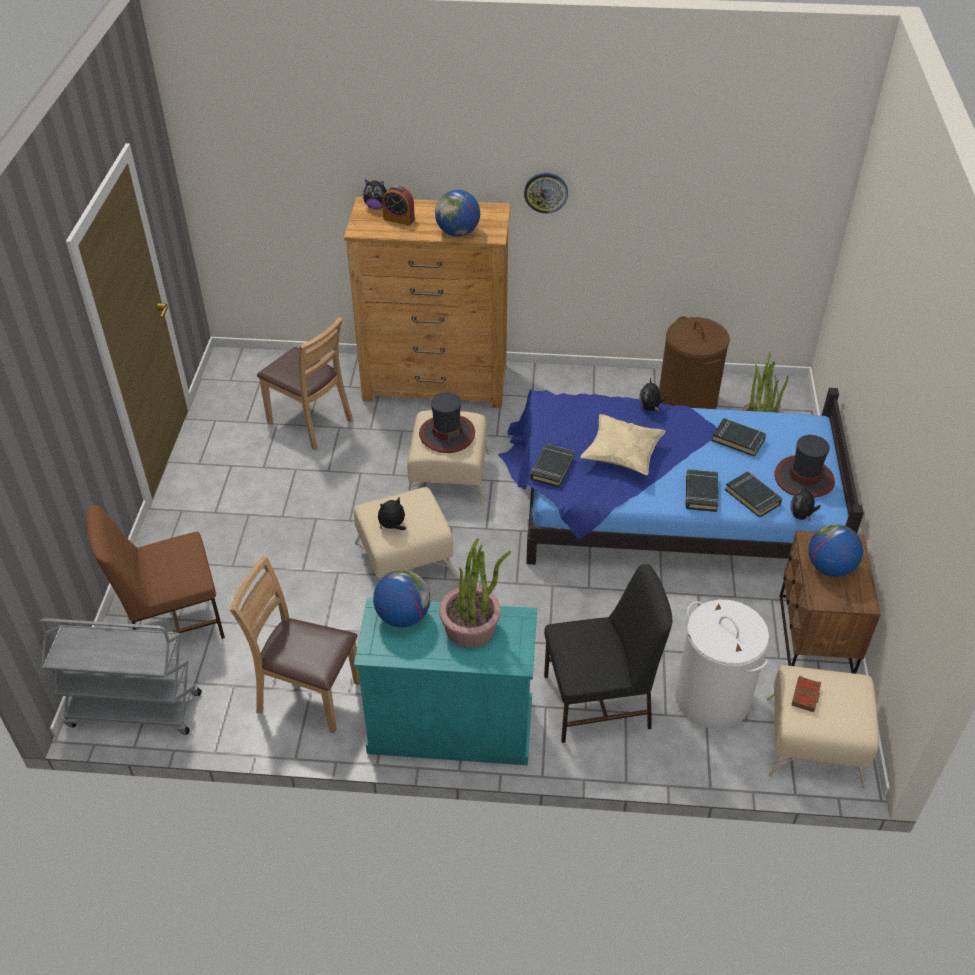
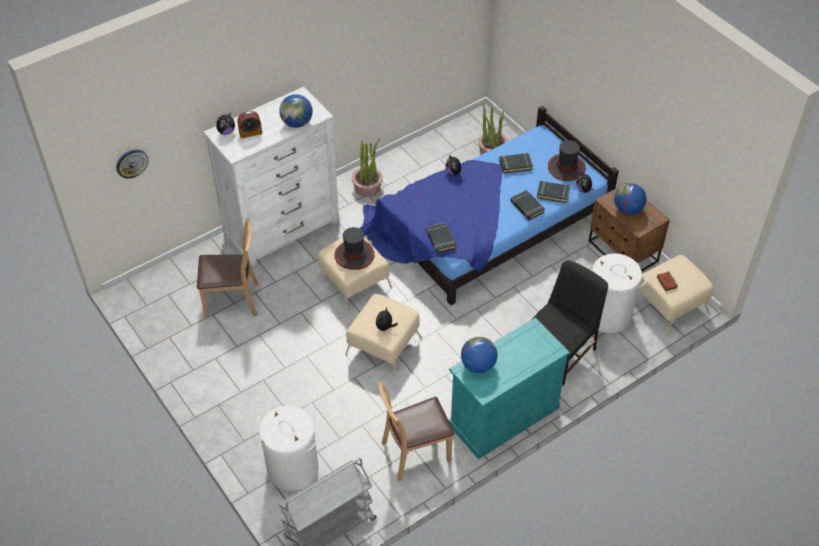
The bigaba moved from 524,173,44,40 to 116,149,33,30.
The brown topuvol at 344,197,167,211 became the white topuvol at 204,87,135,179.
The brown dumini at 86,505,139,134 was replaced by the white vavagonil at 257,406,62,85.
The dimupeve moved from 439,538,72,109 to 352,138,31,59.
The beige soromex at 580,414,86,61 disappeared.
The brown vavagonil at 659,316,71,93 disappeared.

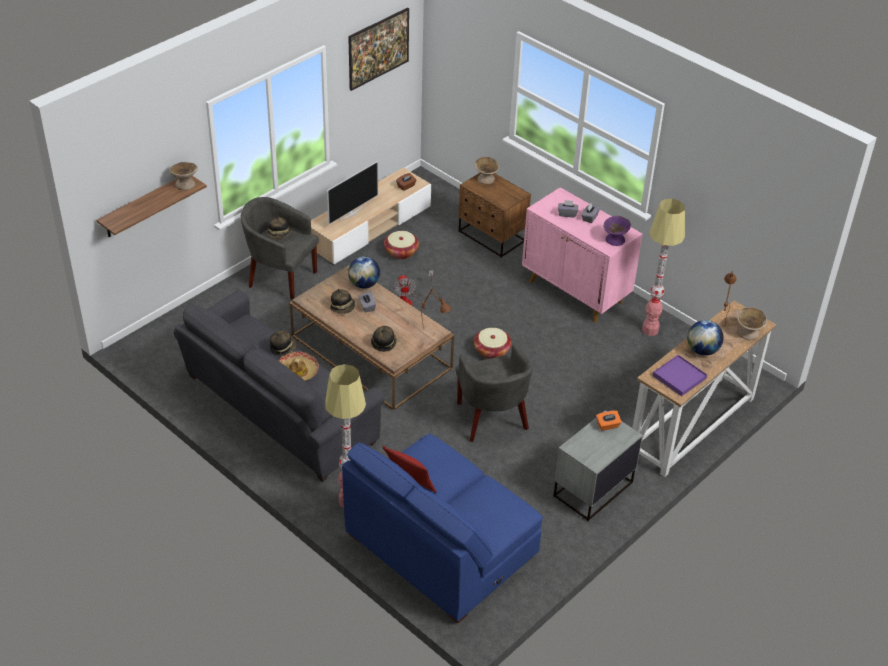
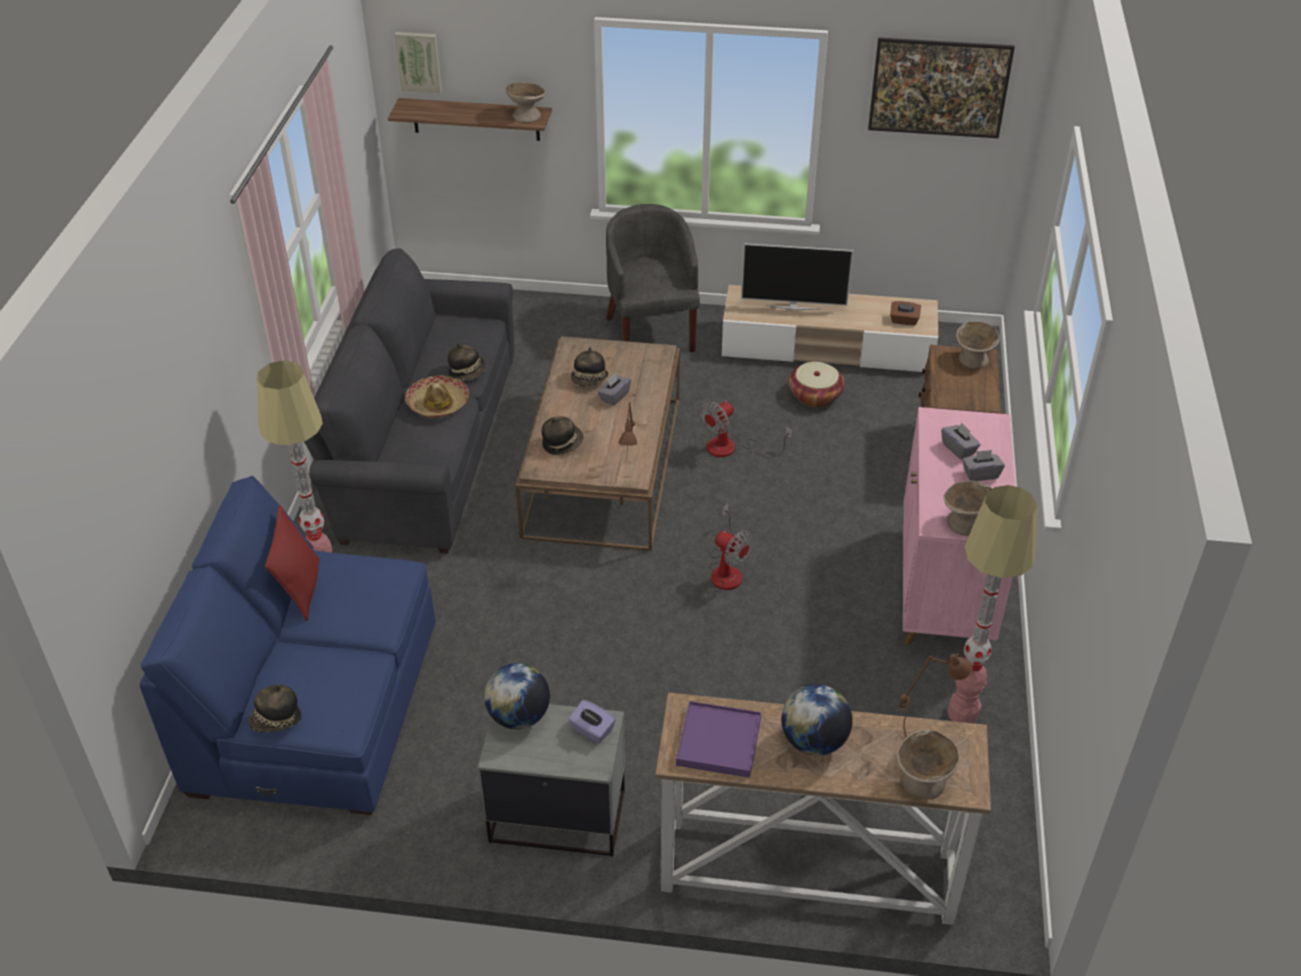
The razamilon moved from 267,215,24,25 to 249,685,52,48.
The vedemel at 394,32,48,61 appeared.
The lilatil moved from 348,256,32,33 to 484,663,66,66.
The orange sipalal at 596,410,26,21 became the purple sipalal at 568,700,48,44.
The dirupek at 474,328,38,31 was replaced by the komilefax at 708,504,45,86.
The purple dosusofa at 603,216,28,30 became the beige dosusofa at 944,481,48,55.
The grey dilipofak at 456,344,77,98 disappeared.

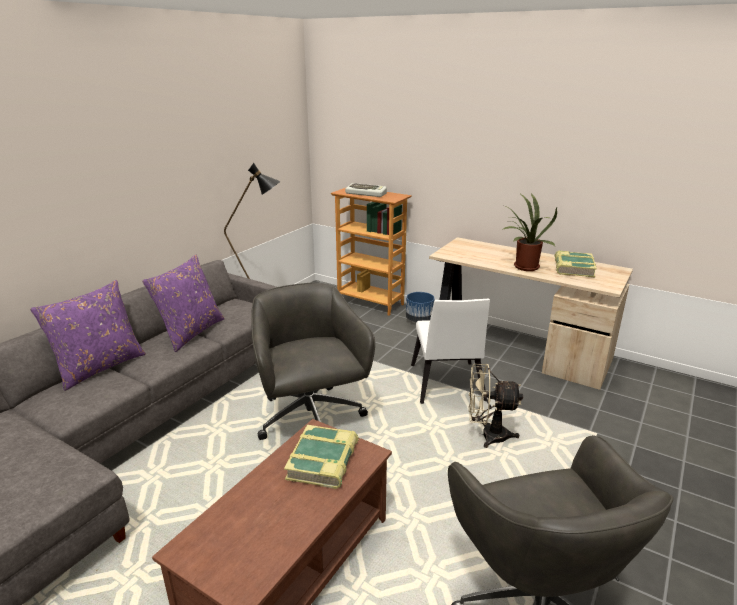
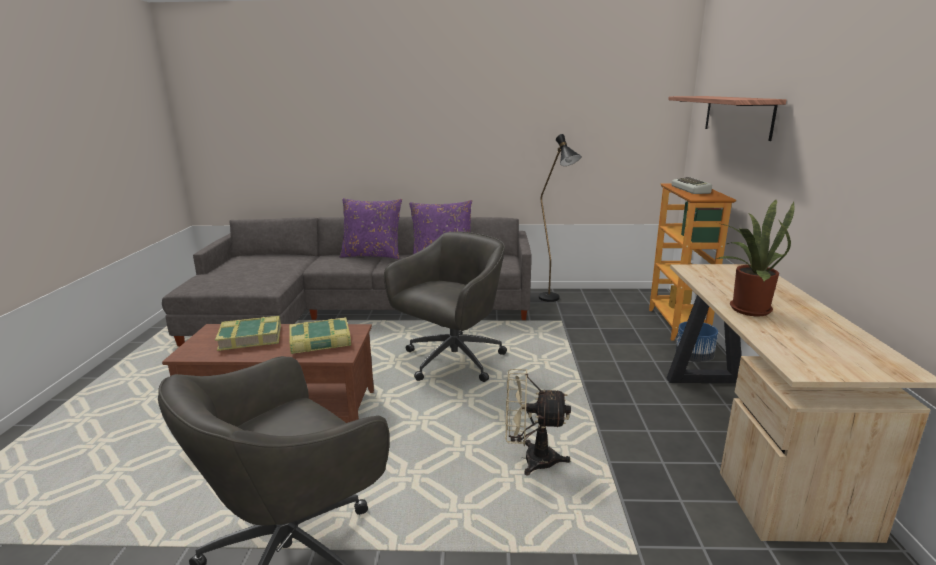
The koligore moved from 555,250,42,27 to 215,316,66,35.
The beige komilefax at 469,364,54,84 turned 60 degrees counterclockwise.
The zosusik at 668,96,119,45 appeared.
The white dumini at 411,299,79,105 disappeared.

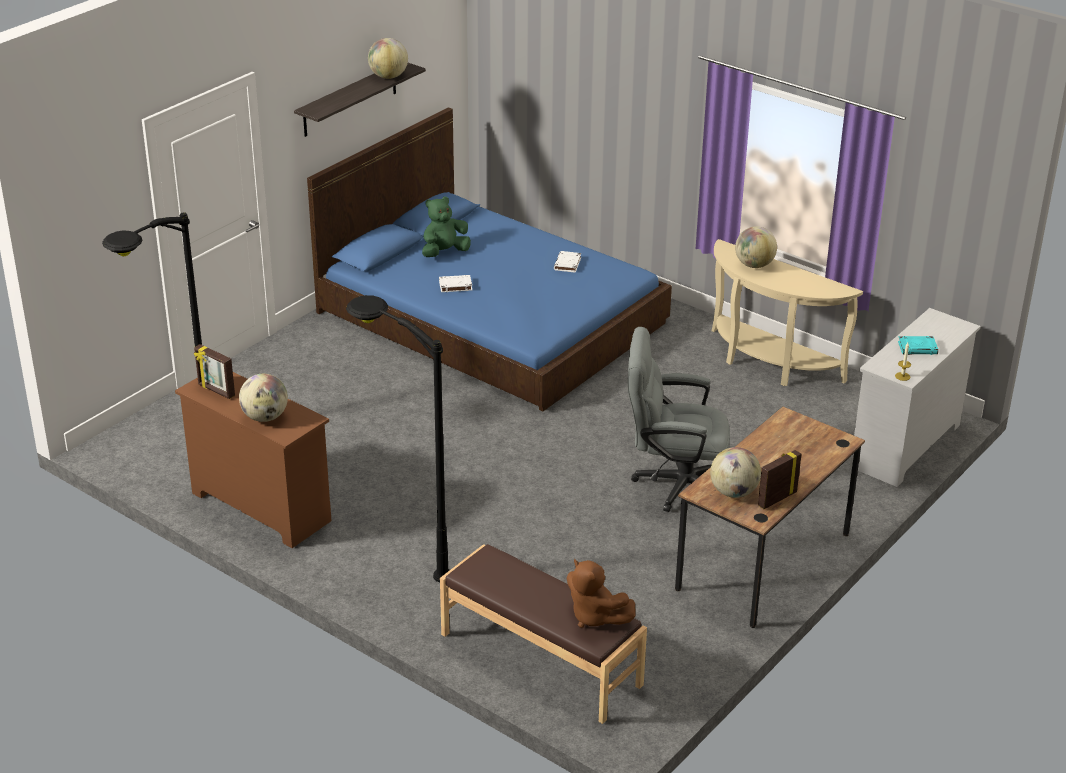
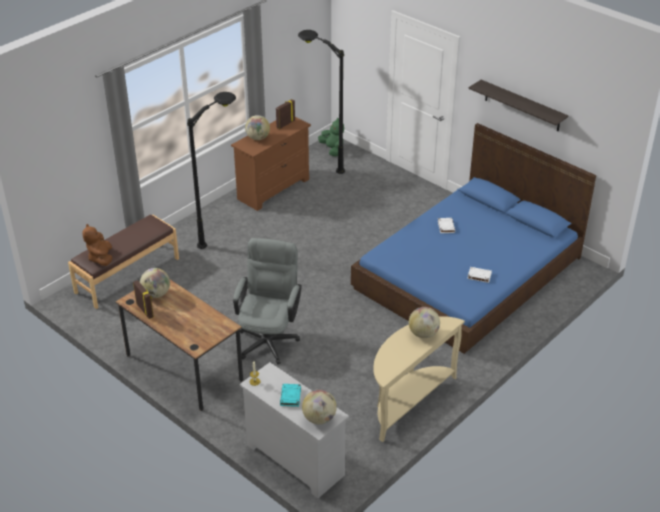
The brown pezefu at 567,559,69,69 turned 60 degrees counterclockwise.
The lilatil moved from 368,38,40,41 to 302,389,35,35.
The green pezefu moved from 422,196,49,61 to 318,118,26,39.

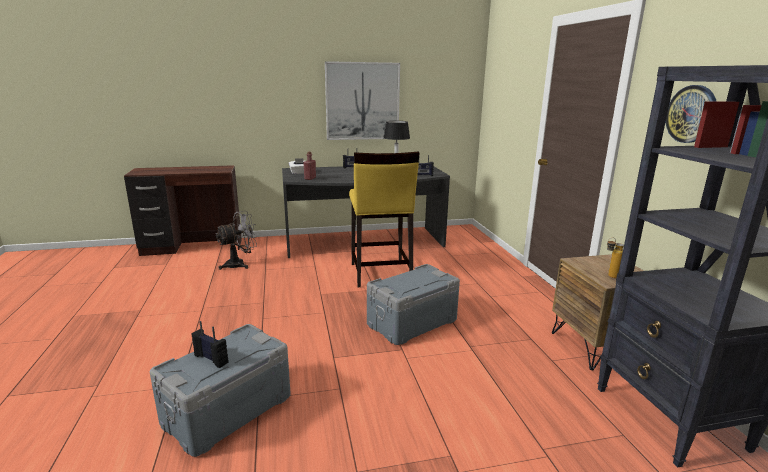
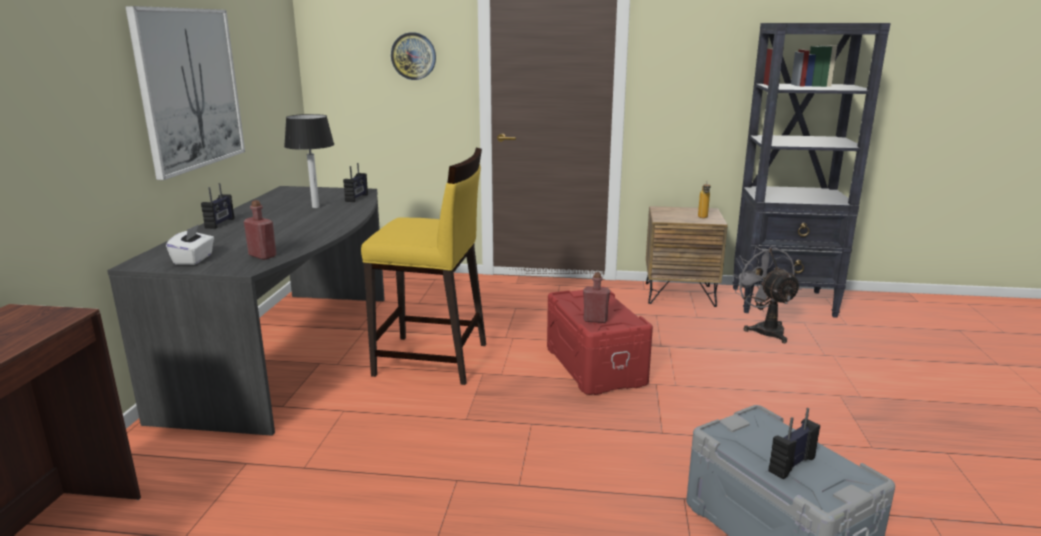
The bigaba moved from 666,85,51,58 to 391,32,45,48.
The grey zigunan at 367,264,93,81 became the red zigunan at 547,286,106,109.
The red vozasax at 583,272,27,51 appeared.
The grey komilefax moved from 216,211,42,59 to 733,246,68,97.

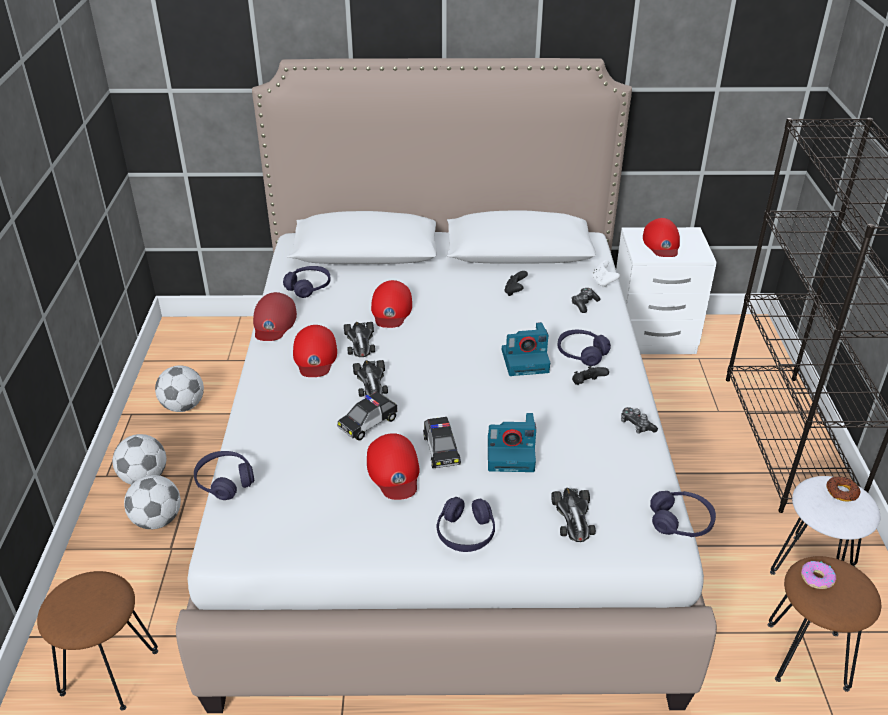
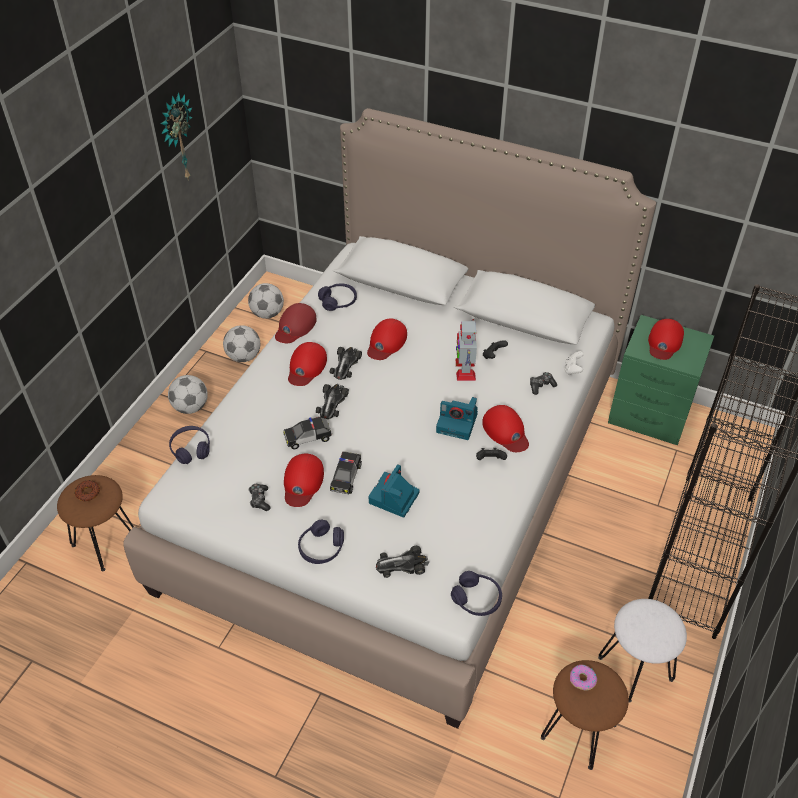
The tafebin moved from 826,476,34,25 to 75,480,25,21.
The bigaba at 161,92,32,89 appeared.
The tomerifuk moved from 124,475,57,54 to 248,283,36,36.
The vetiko moved from 621,407,37,27 to 248,484,22,27.
The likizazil at 488,413,48,59 turned 90 degrees clockwise.
The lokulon at 551,487,45,55 turned 60 degrees clockwise.
The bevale at 456,319,21,62 appeared.
The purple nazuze at 558,330,53,36 was replaced by the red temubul at 482,405,47,47.
The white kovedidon at 616,227,101,127 became the green kovedidon at 608,315,106,130.

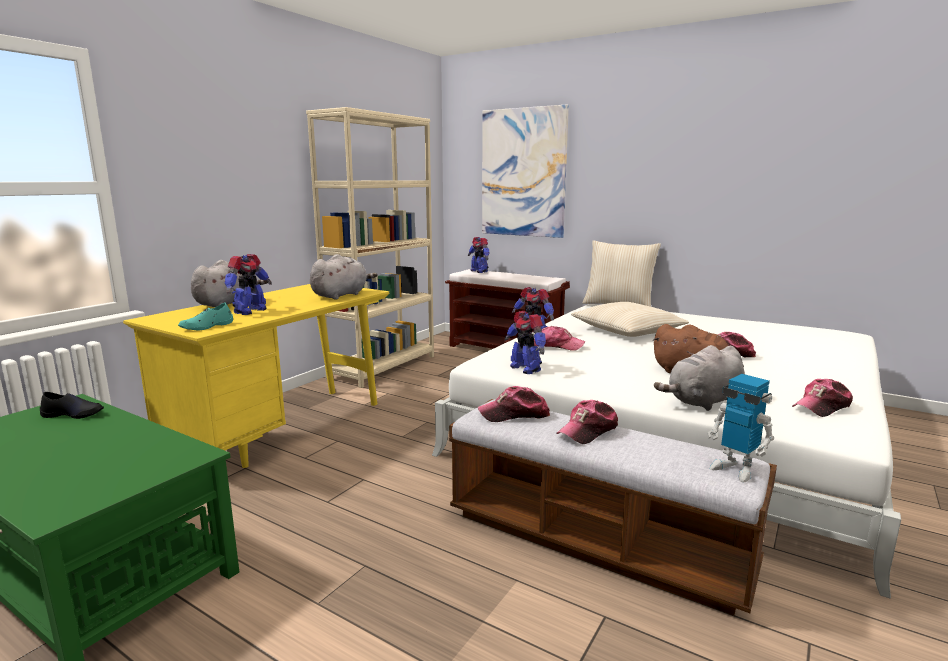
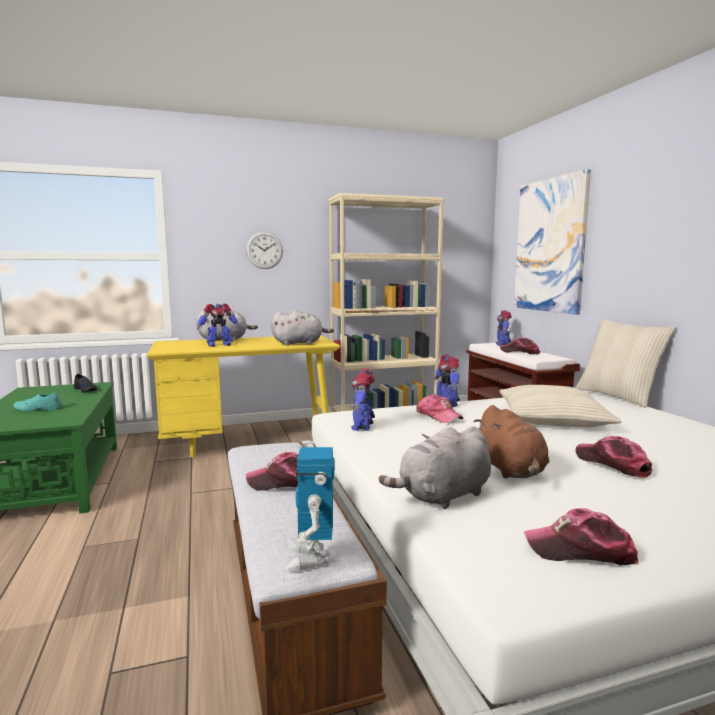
The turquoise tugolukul moved from 178,302,55,28 to 13,391,49,20.
The bigaba at 246,232,37,37 appeared.
The grey pezefu at 654,345,91,66 turned 45 degrees counterclockwise.
The temubul moved from 478,386,72,36 to 500,338,40,16.

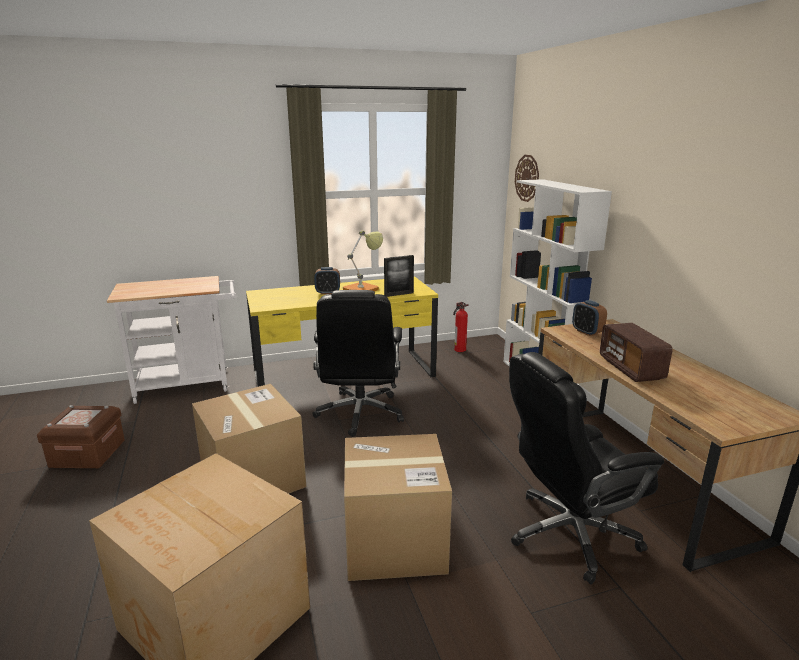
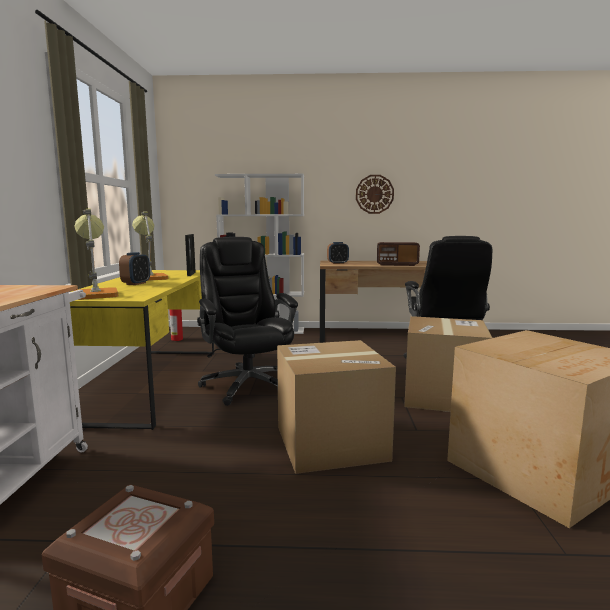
The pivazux at 74,209,44,91 appeared.
The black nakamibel at 312,290,92,147 turned 135 degrees counterclockwise.
The bigaba moved from 515,155,24,47 to 356,175,38,39.

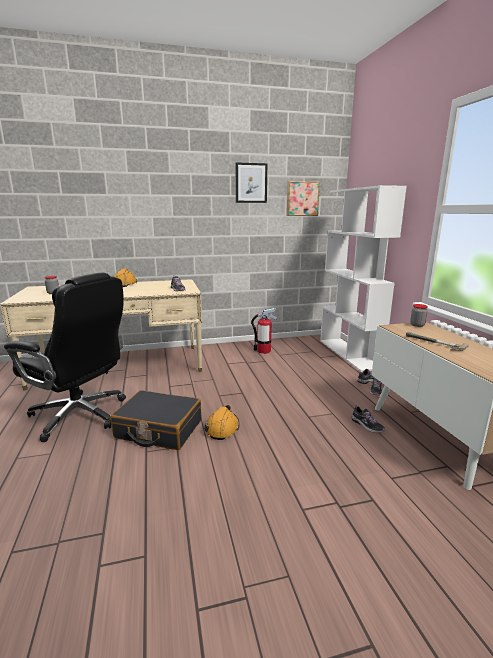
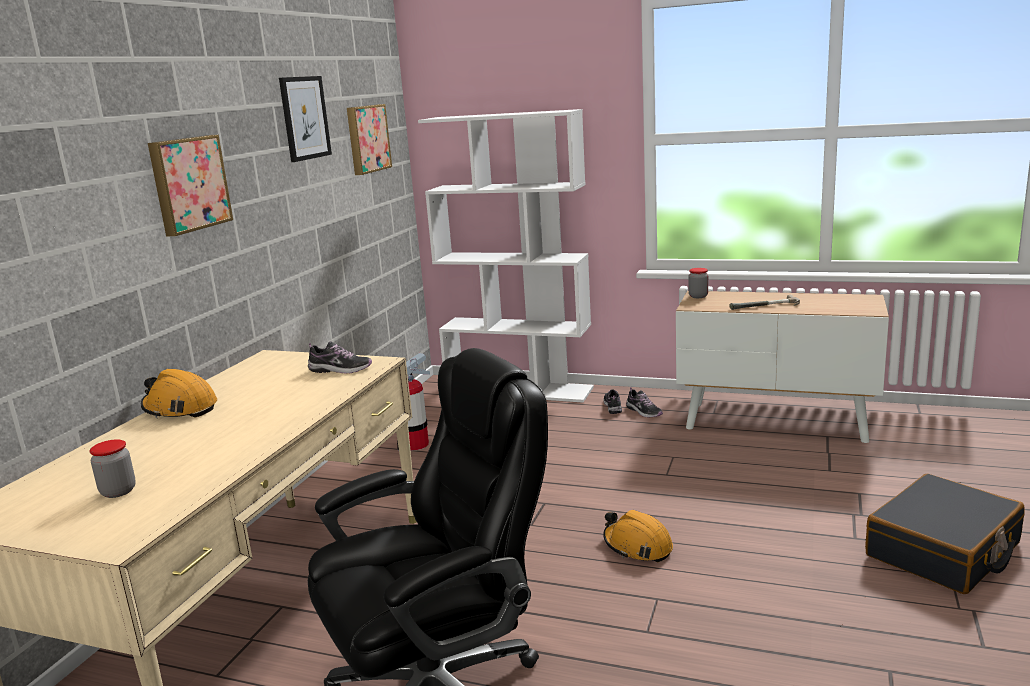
The vedemel at 148,135,85,101 appeared.
The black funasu moved from 110,390,91,60 to 865,474,159,120.
The tugolukul at 351,404,34,29 disappeared.

